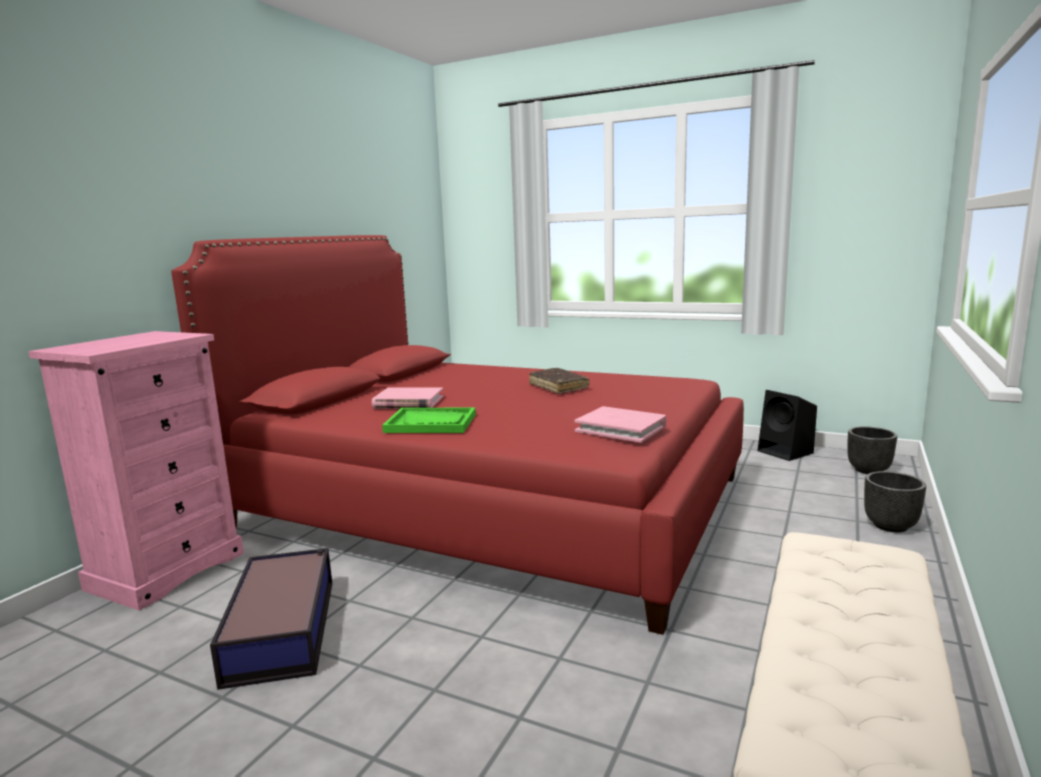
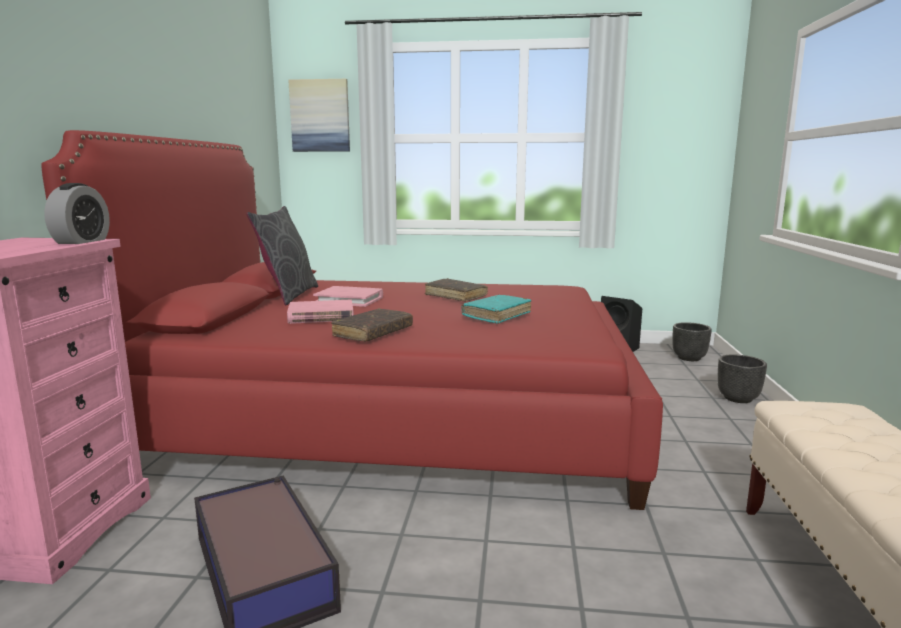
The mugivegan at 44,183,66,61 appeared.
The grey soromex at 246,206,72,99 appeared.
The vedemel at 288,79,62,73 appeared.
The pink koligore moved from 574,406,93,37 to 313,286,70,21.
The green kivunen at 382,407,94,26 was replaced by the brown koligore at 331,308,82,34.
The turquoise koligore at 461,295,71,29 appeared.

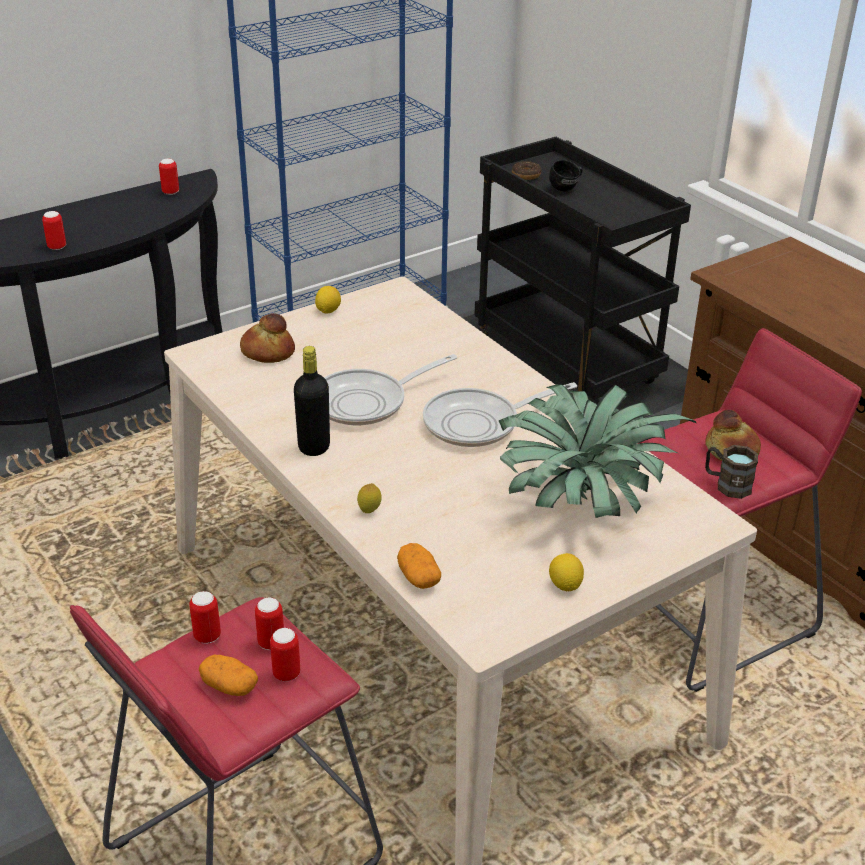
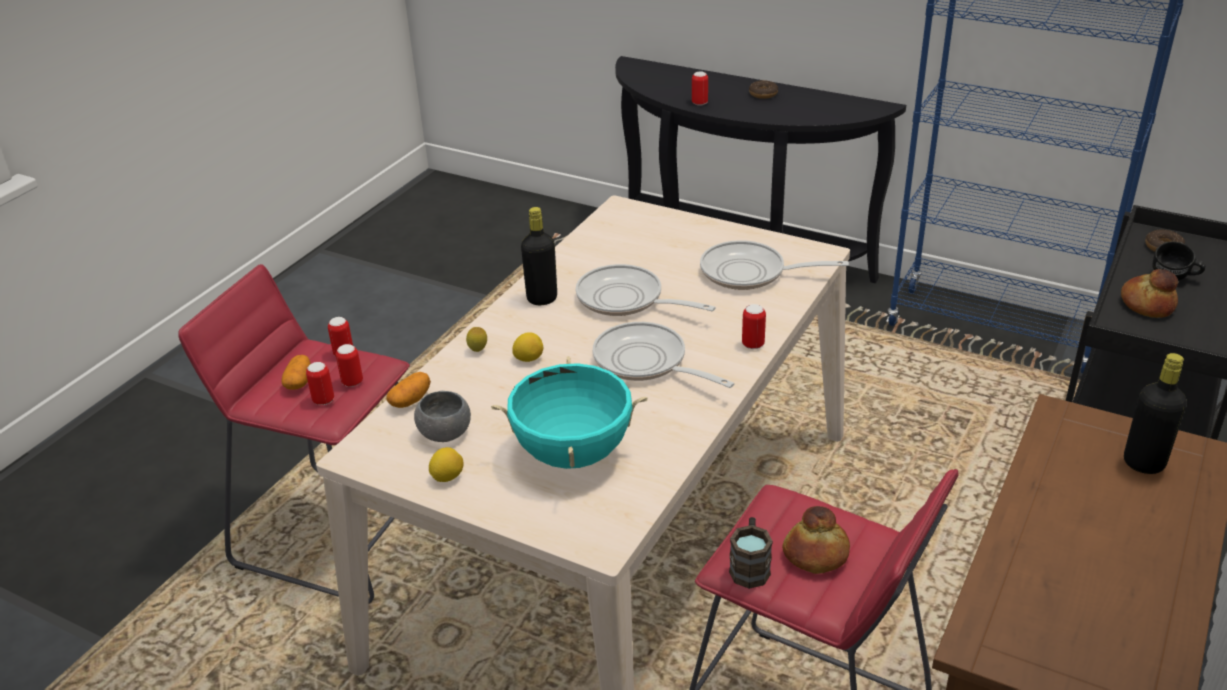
The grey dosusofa at 414,391,57,51 appeared.
The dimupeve at 499,384,197,134 was replaced by the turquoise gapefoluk at 491,356,157,113.
The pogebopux moved from 315,286,26,28 to 512,332,31,30.
The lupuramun at 700,240,149,50 appeared.
The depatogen moved from 159,159,20,36 to 742,304,24,45.
The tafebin at 749,80,29,19 appeared.
The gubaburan moved from 240,313,55,50 to 1121,269,57,49.
The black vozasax at 1124,353,63,121 appeared.

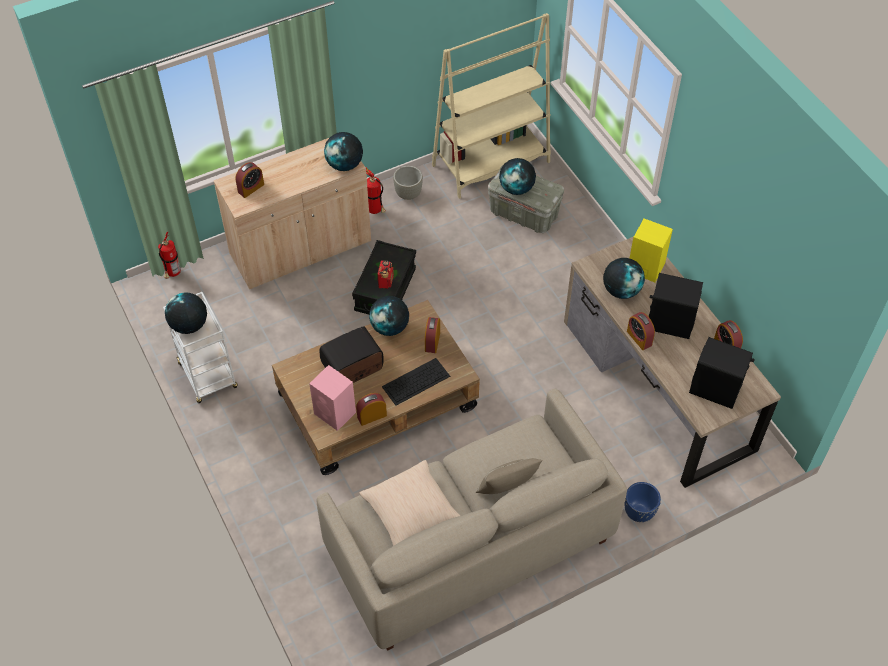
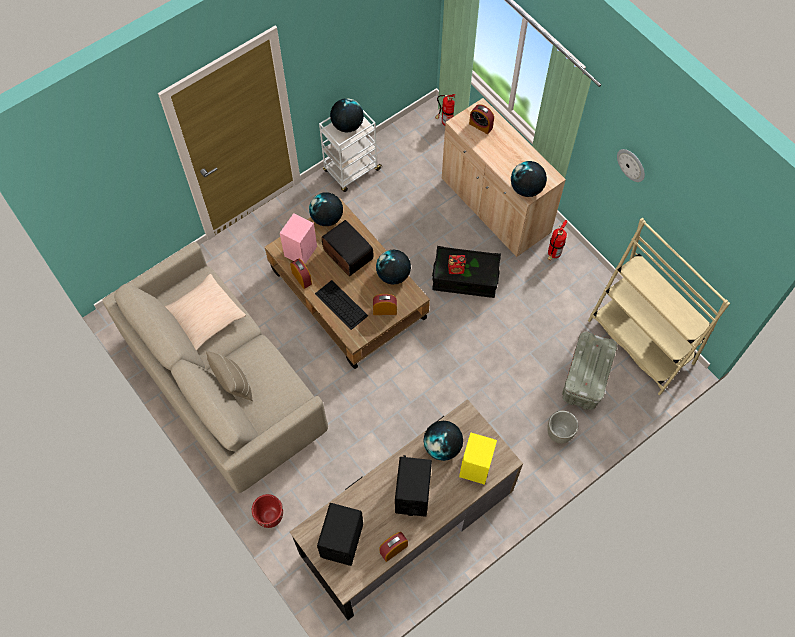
The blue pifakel at 625,482,36,40 became the red pifakel at 251,494,32,34.
The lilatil moved from 499,158,37,37 to 309,192,34,34.
The grey pifakel moved from 393,166,30,34 to 547,411,31,33.
The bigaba at 617,149,28,33 appeared.
The mugivegan at 627,312,28,38 disappeared.

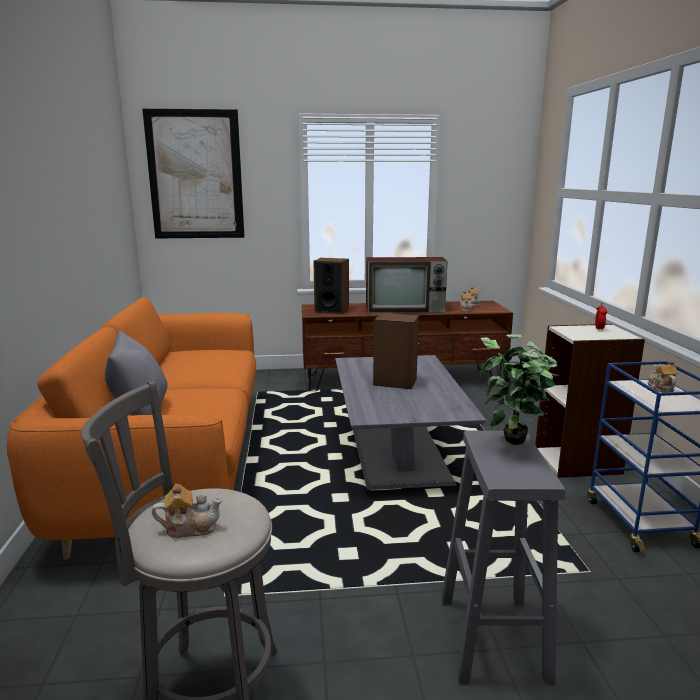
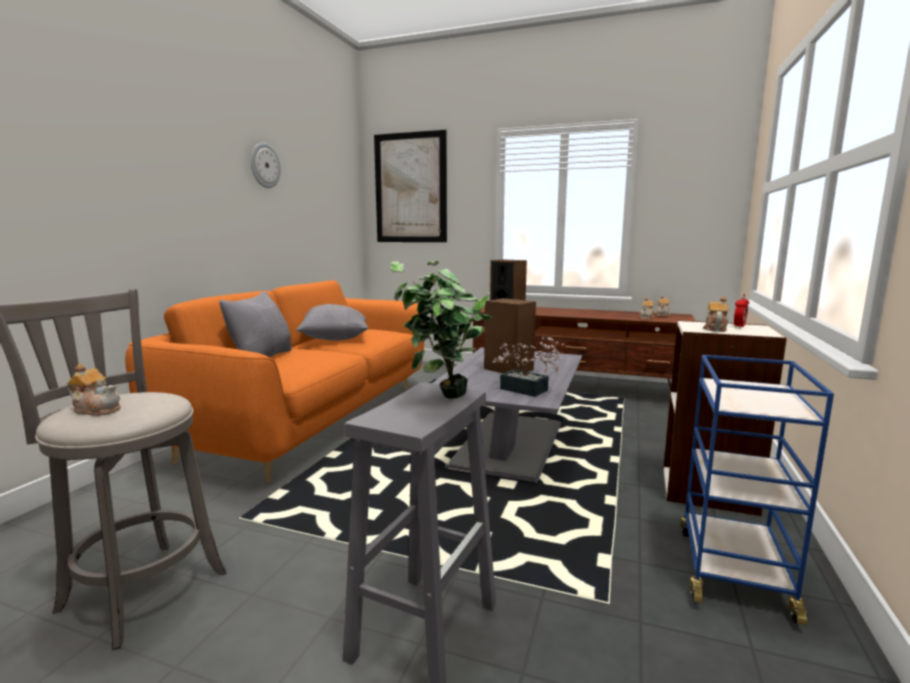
The bigaba at 251,143,30,45 appeared.
The grey soromex at 296,304,73,37 appeared.
The dimupeve at 492,337,72,60 appeared.
The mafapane moved from 648,359,30,33 to 703,296,26,36.
The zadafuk at 366,257,82,56 disappeared.

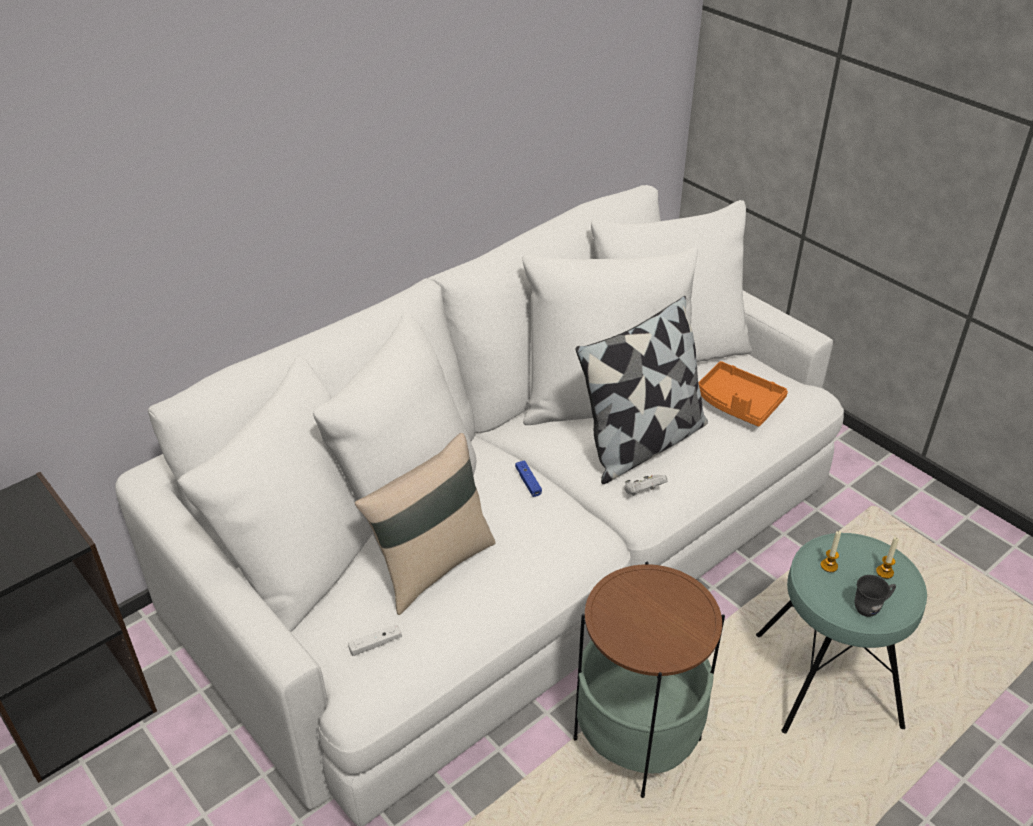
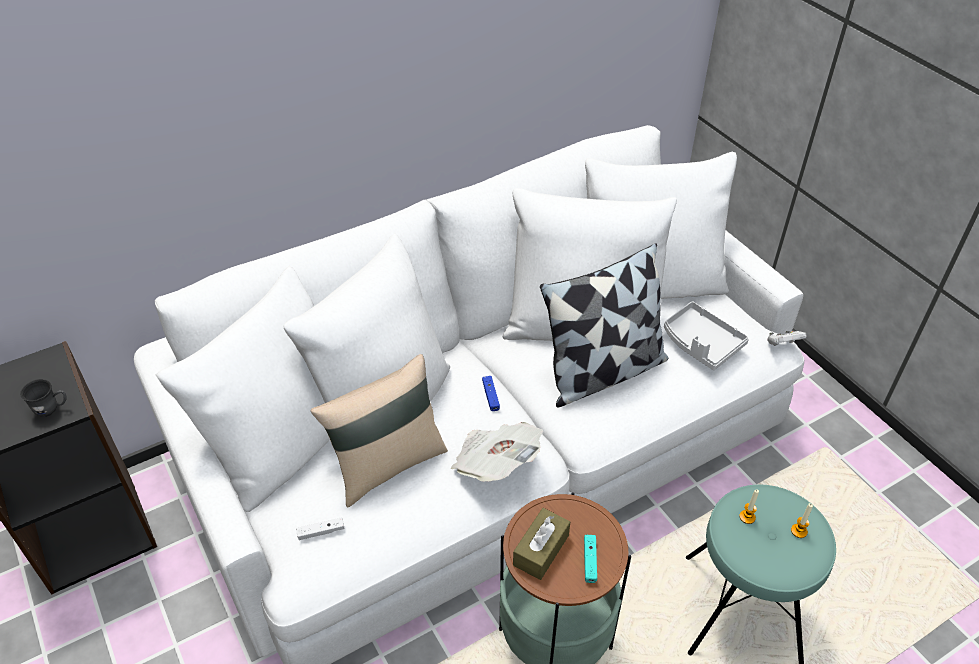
The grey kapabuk moved from 854,575,42,42 to 20,379,46,38.
The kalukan at 451,422,93,60 appeared.
The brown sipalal at 513,508,57,72 appeared.
The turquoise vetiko at 584,535,13,48 appeared.
The orange kivunen at 699,361,89,66 became the grey kivunen at 664,301,85,69.
The white vetiko moved from 624,475,43,21 to 767,331,40,15.

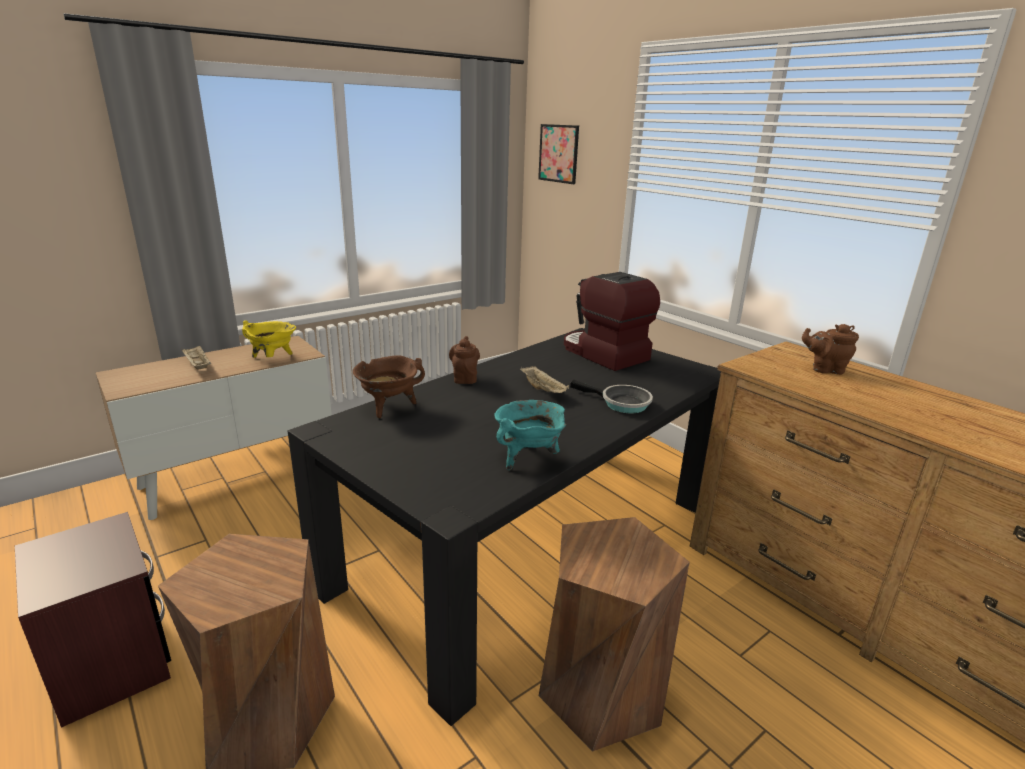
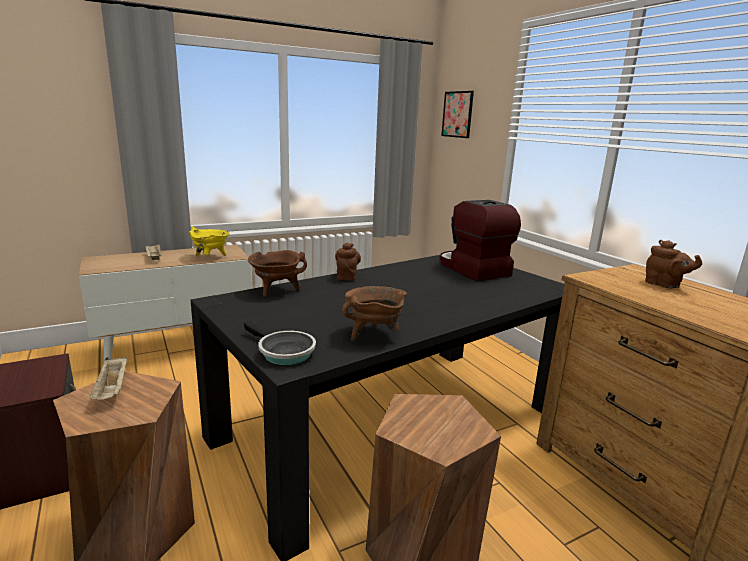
The beige kivunen moved from 520,366,49,27 to 89,357,38,43.
The lupuramun moved from 570,380,83,33 to 244,321,72,44.
The turquoise gapefoluk at 494,400,72,70 became the brown gapefoluk at 342,286,65,56.
The brown mafapane at 802,324,57,51 turned 150 degrees counterclockwise.

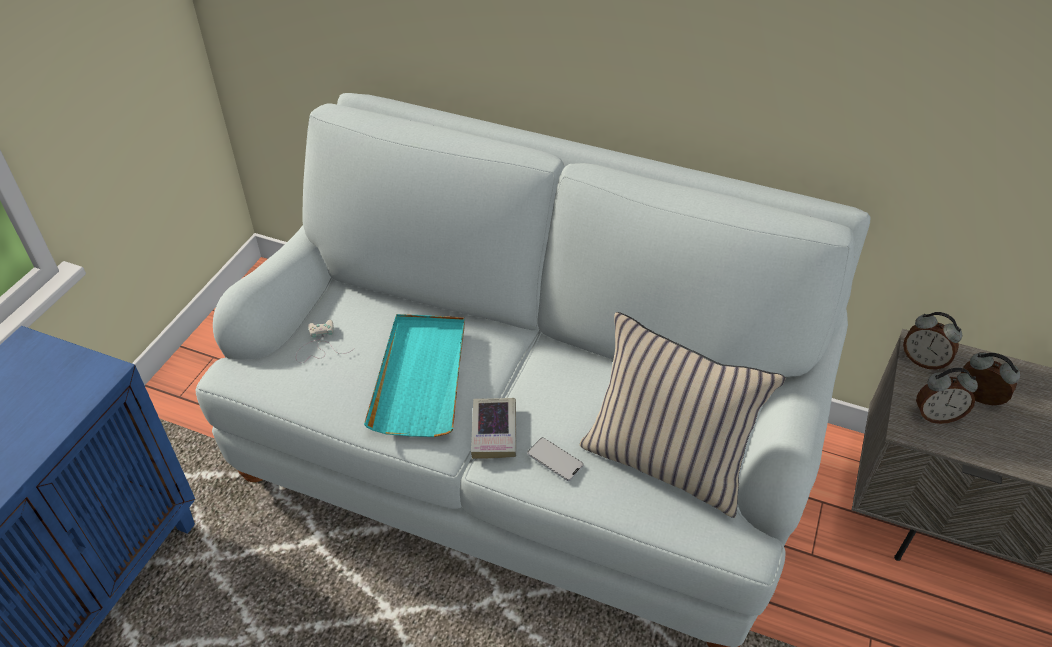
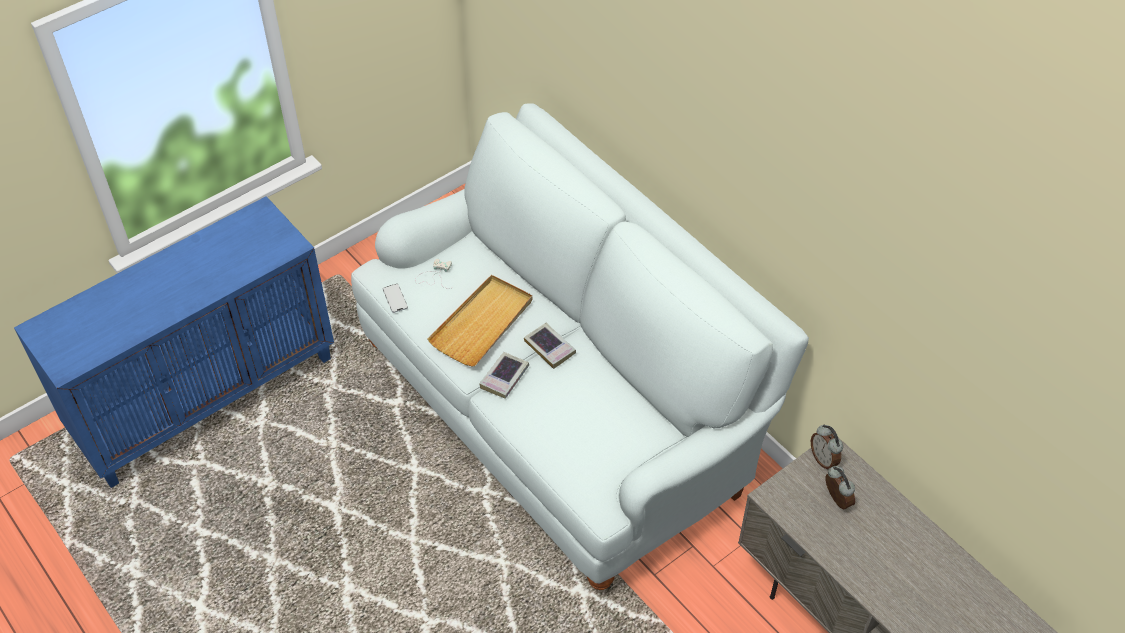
The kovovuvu moved from 527,437,57,44 to 383,284,25,29.
The turquoise kivunen at 364,314,101,123 became the beige kivunen at 427,275,105,92.
The koligore at 524,323,52,46 appeared.
The beige soromex at 580,312,206,206 disappeared.
The mugivegan at 916,368,62,56 disappeared.

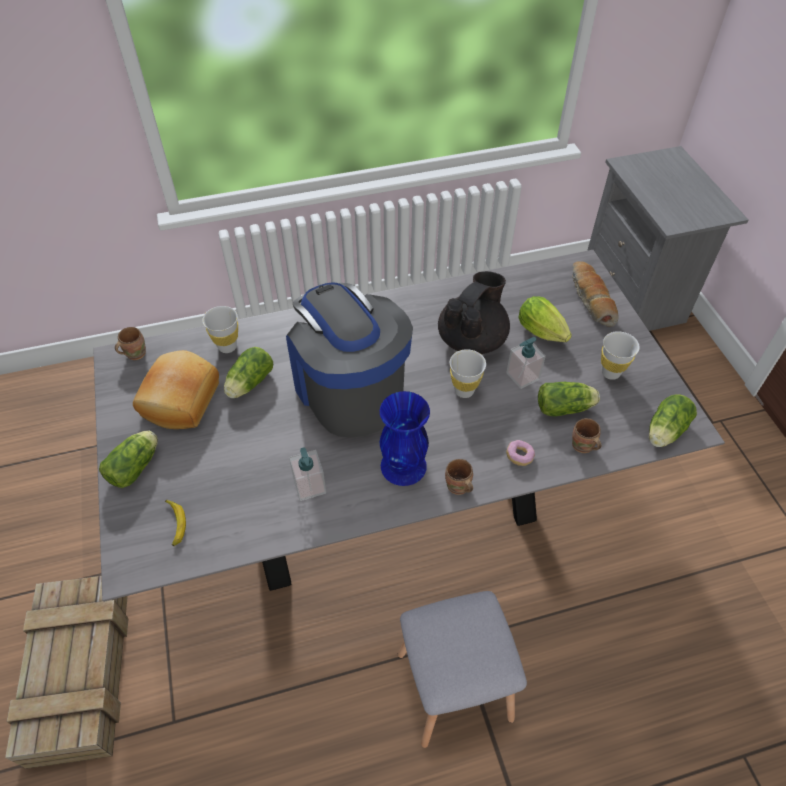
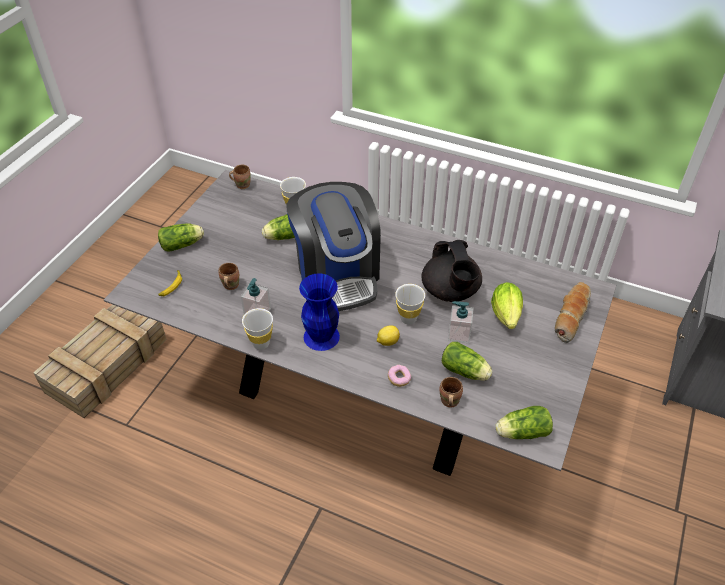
The brown kapabuk moved from 445,459,28,36 to 218,263,21,27.
The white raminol moved from 601,331,39,49 to 242,308,31,42.
The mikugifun at 286,283,127,154 turned 150 degrees clockwise.
The pogebopux at 377,325,23,21 appeared.
The black mafapane at 438,271,72,83 turned 90 degrees clockwise.
The gubaburan at 133,350,86,79 disappeared.
The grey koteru at 398,591,129,157 disappeared.

